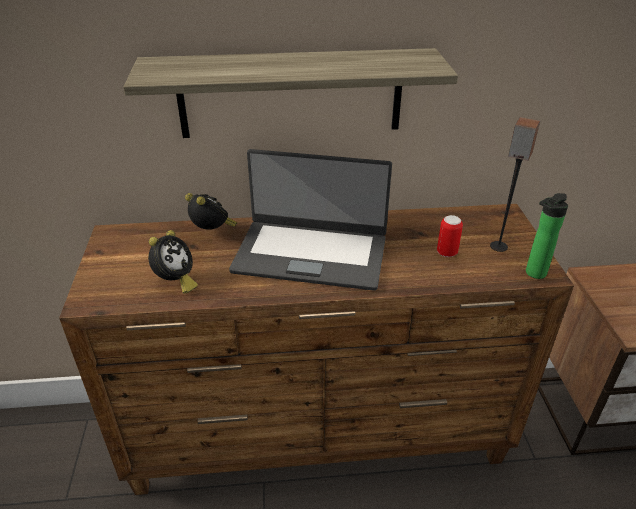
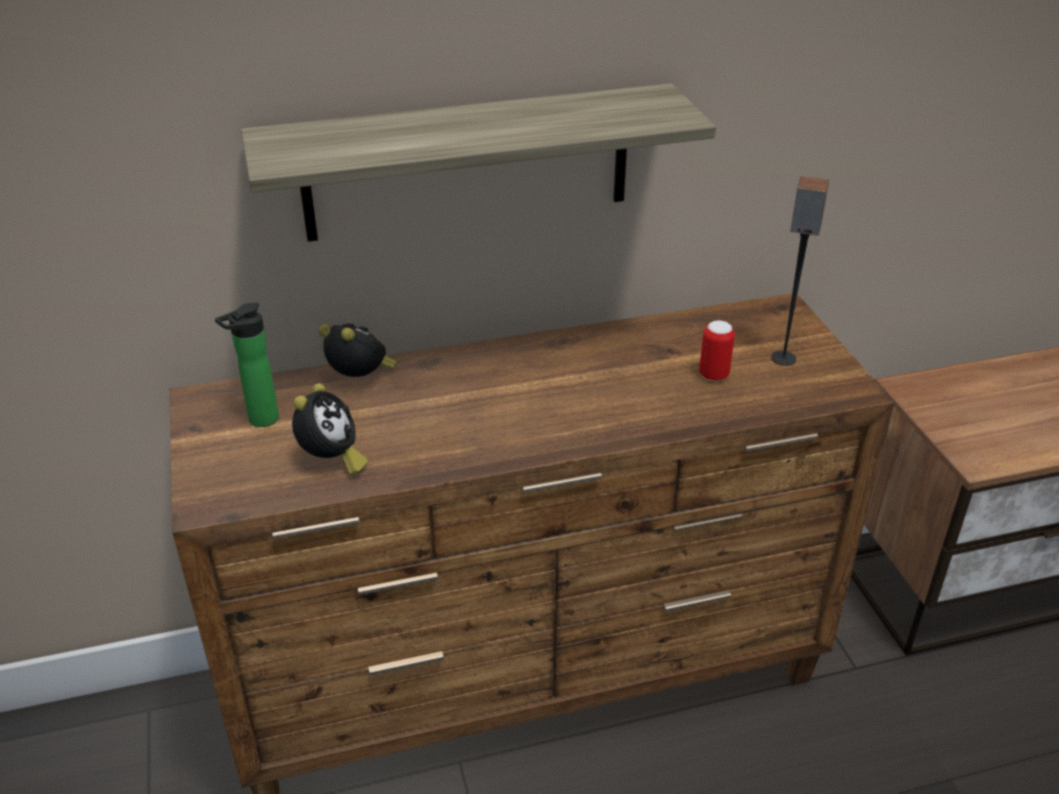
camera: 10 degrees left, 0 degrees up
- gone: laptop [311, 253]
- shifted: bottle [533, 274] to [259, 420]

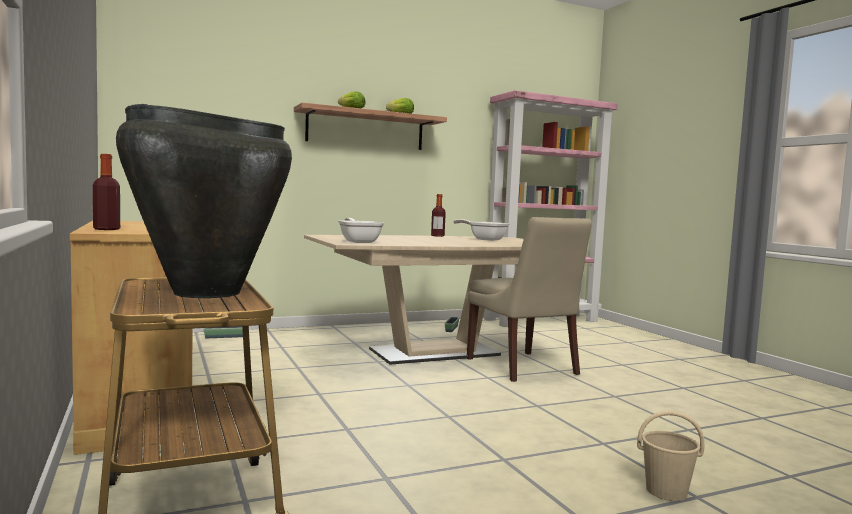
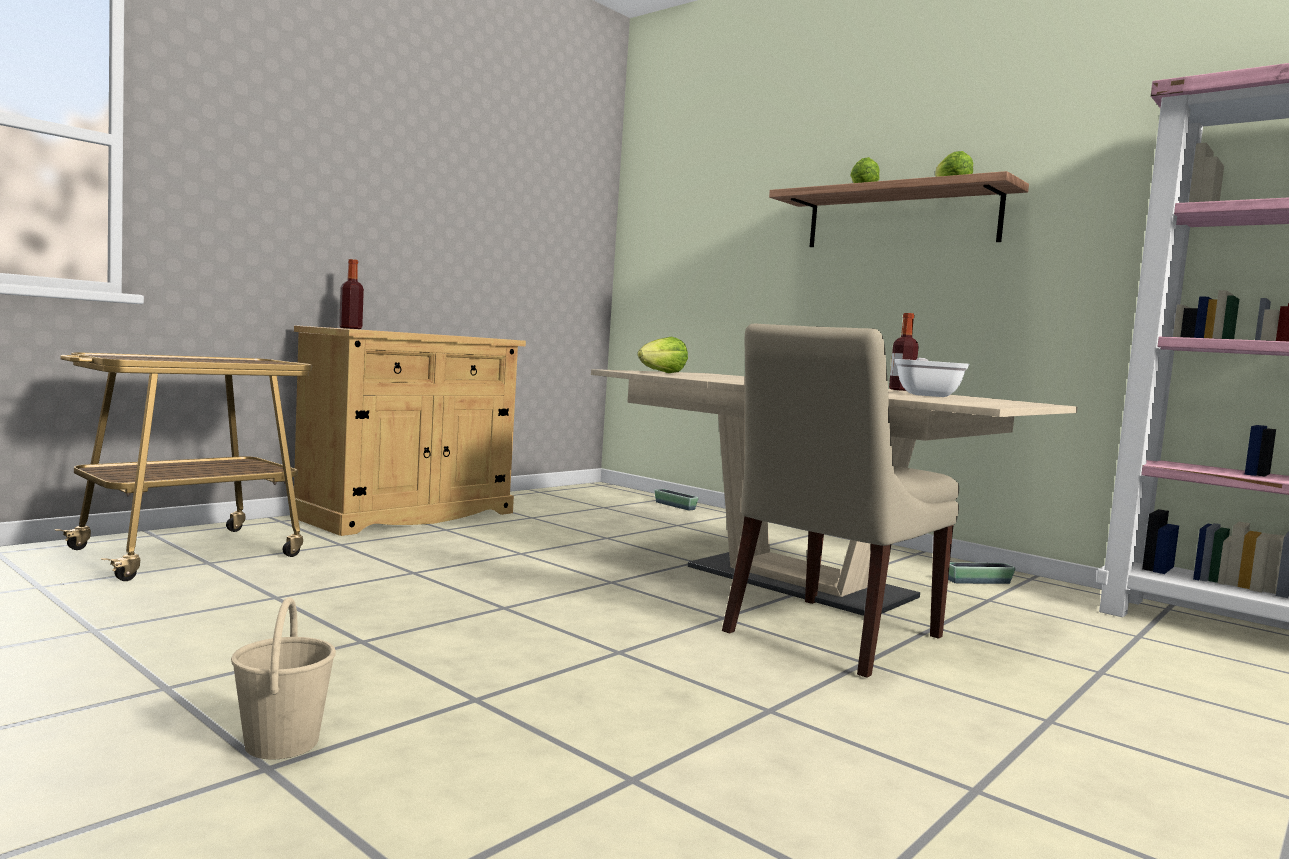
camera: 65 degrees right, 0 degrees up
- gone: vase (black) [207, 293]
- swapped: frying pan [359, 241] to lettuce [661, 373]

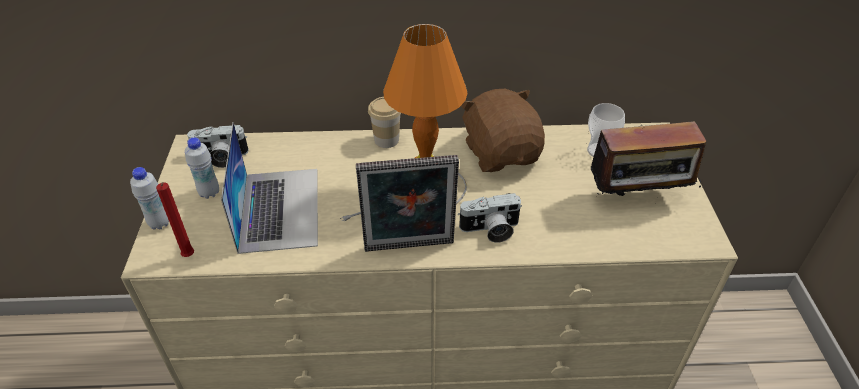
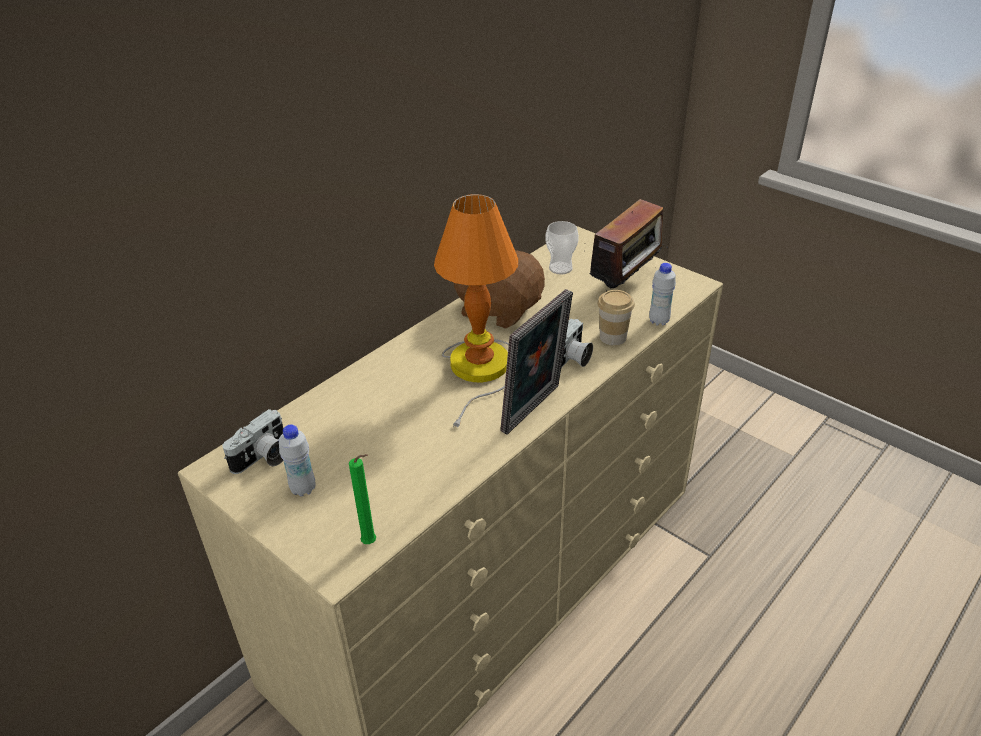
camera: 45 degrees left, 5 degrees down
- gone: laptop [279, 208]
- shifted: bottle (white) [159, 223] to [659, 321]
- shifted: cup [386, 140] to [613, 337]
- repainted: candle (red) [189, 257] to candle (green) [371, 543]

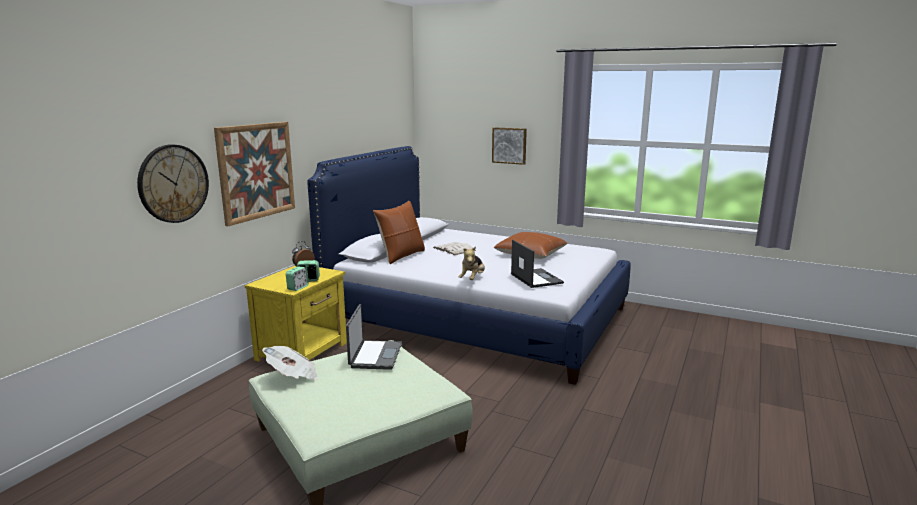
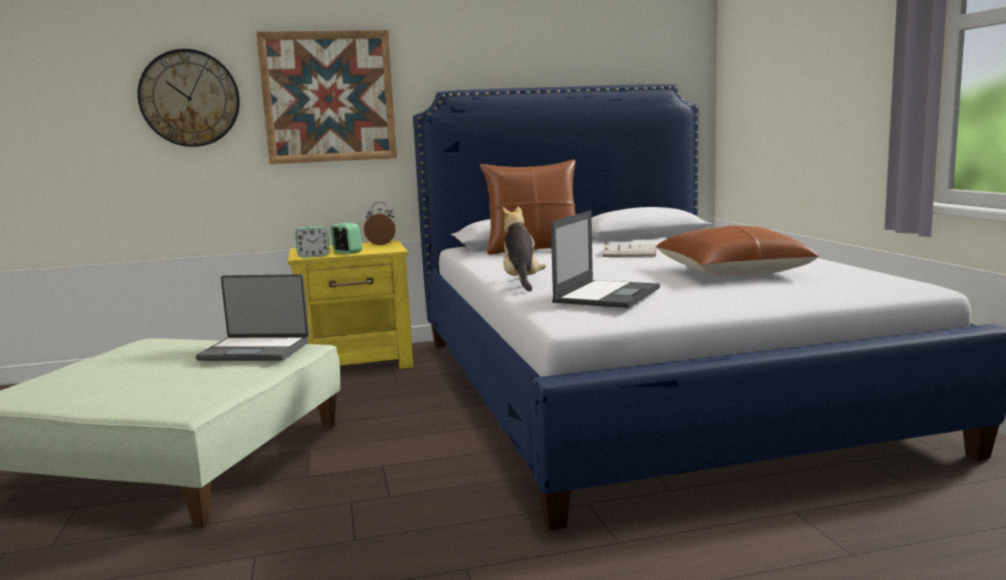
camera: 50 degrees right, 5 degrees down
- gone: newspaper [293, 376]
- gone: picture [509, 145]
- rotated: laptop [374, 356] = [255, 350] 45 degrees clockwise
- rotated: plush toy [472, 279] = [521, 281] 105 degrees clockwise

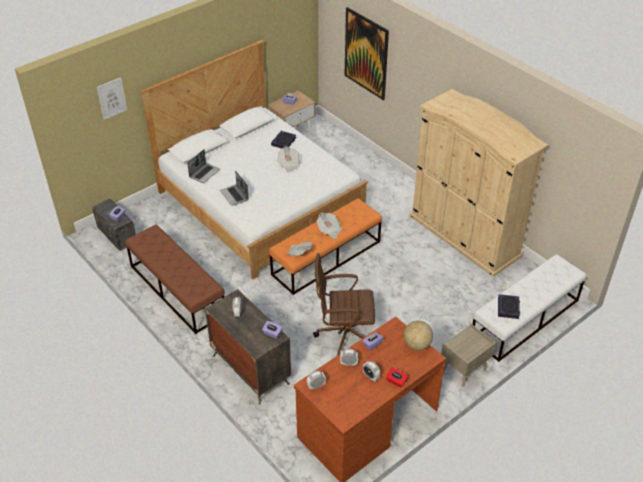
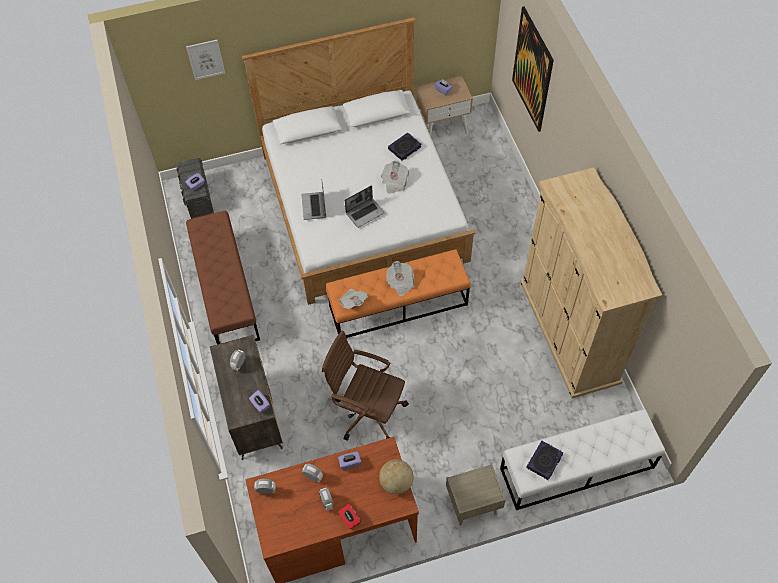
camera: 25 degrees right, 15 degrees up
- shifted: laptop [204, 173] to [365, 213]

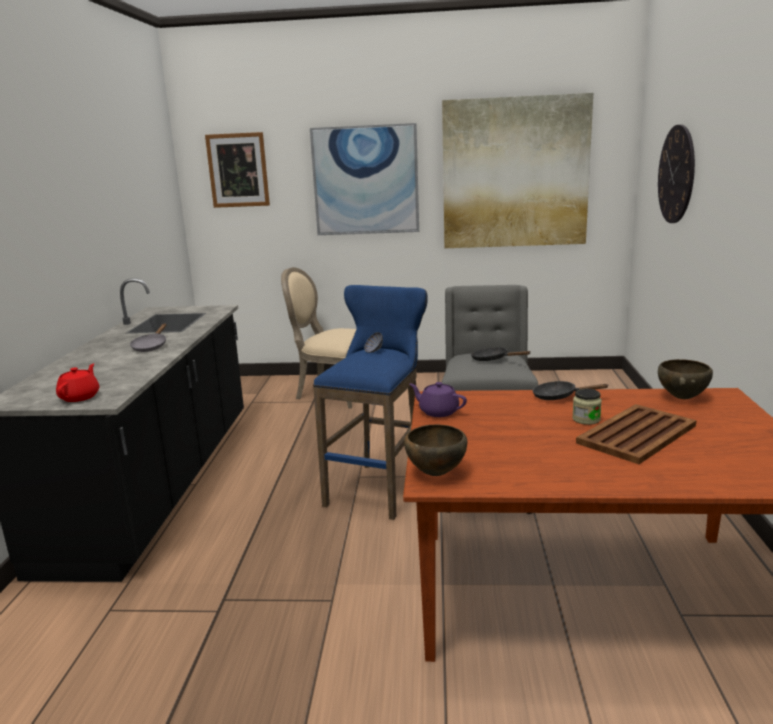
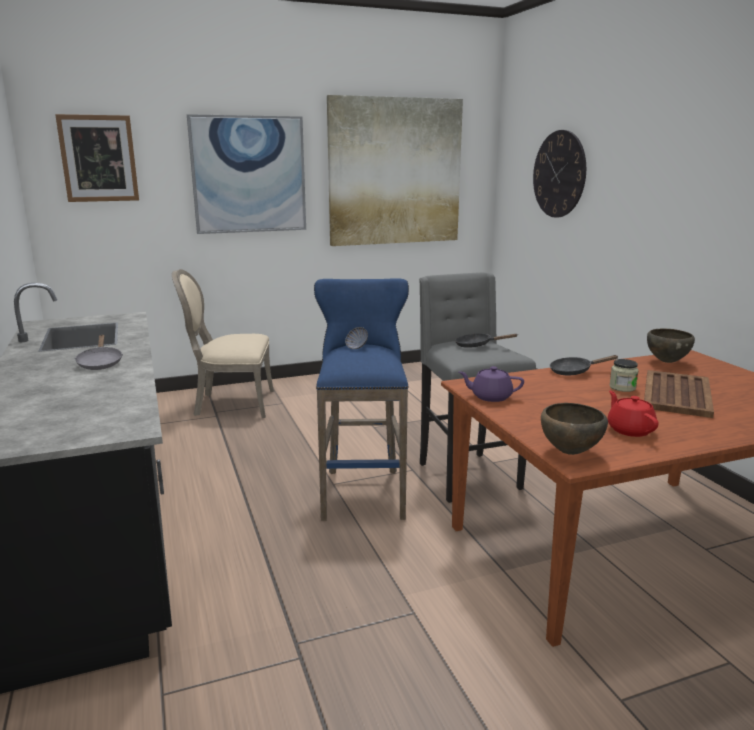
camera: 25 degrees left, 0 degrees up
- shifted: teapot (red) [80, 397] to [630, 430]

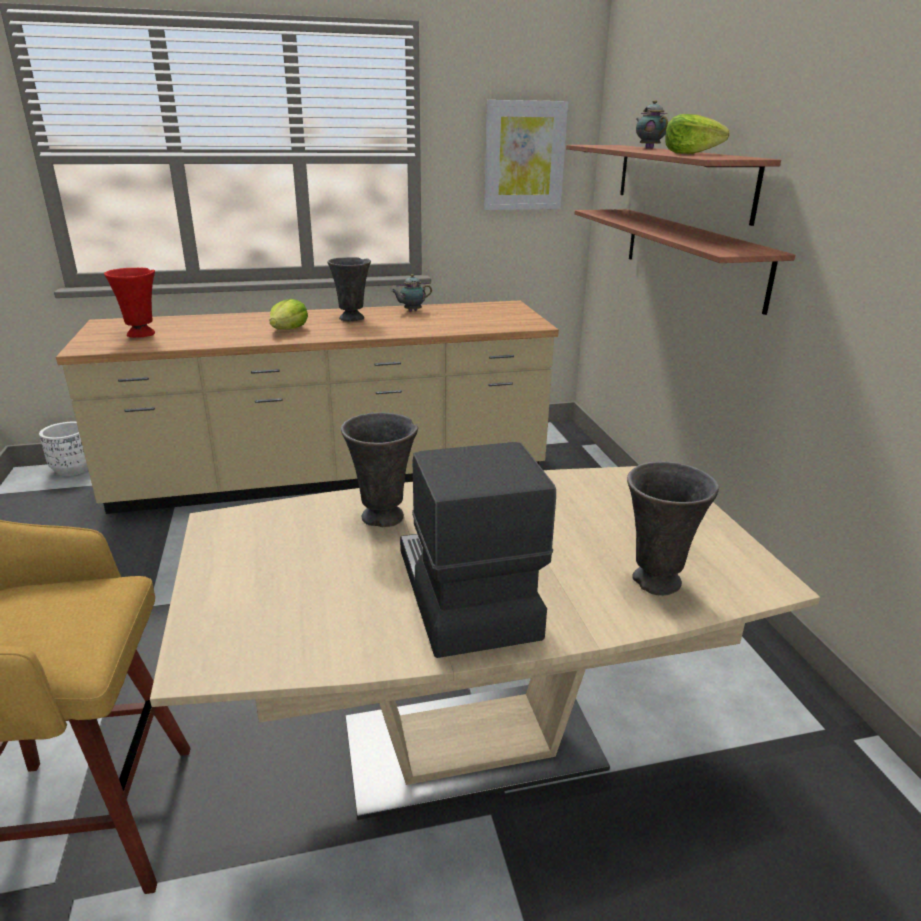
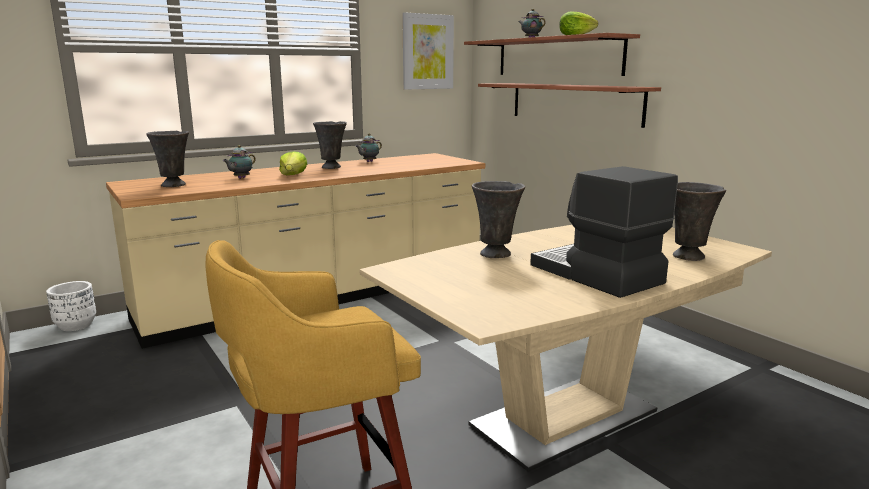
camera: 20 degrees left, 10 degrees down
- new: teapot [240, 178]
- repainted: vase (red) [142, 334] to vase (grey) [174, 185]

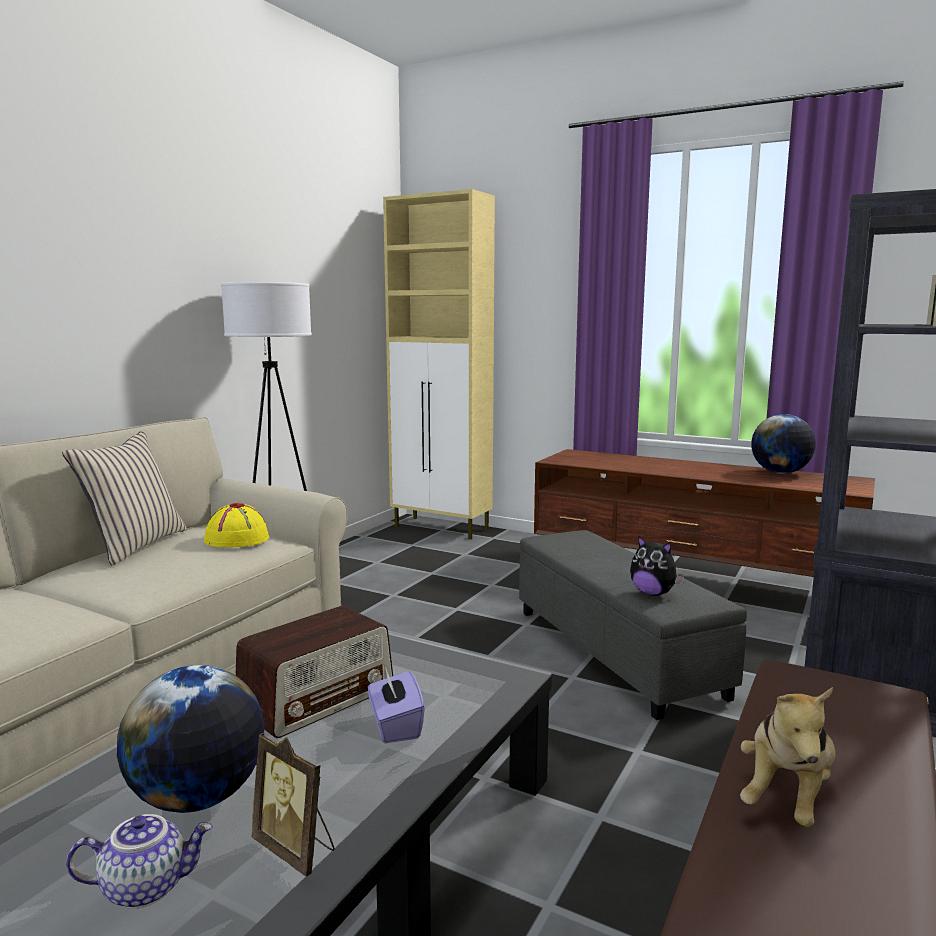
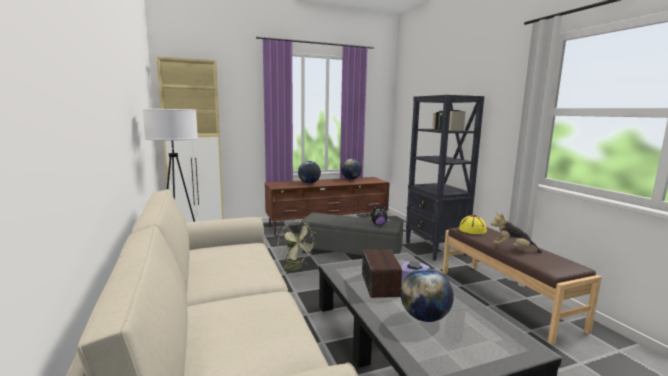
camera: 50 degrees left, 0 degrees up
- gone: pillow (beige) [134, 546]
- gone: teapot [146, 886]
- gone: picture frame [296, 849]
- new: fan (green) [296, 268]
- new: globe [309, 183]
- shifted: hat (yellow) [236, 539] to [472, 230]
- rotated: plush toy [787, 796] = [512, 249] 135 degrees clockwise

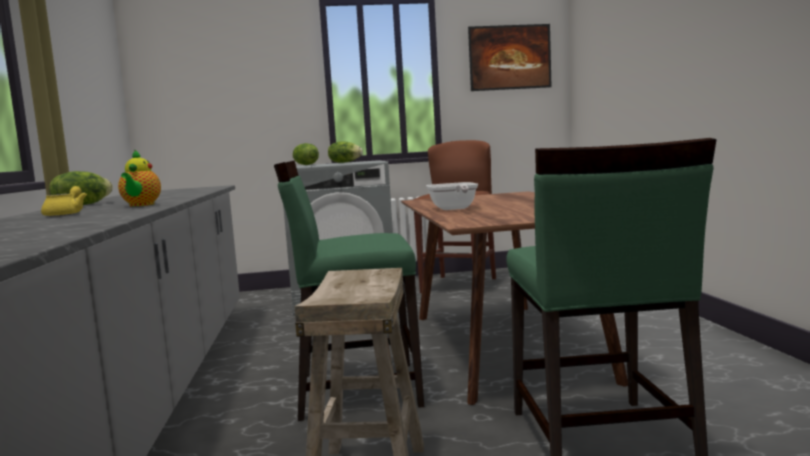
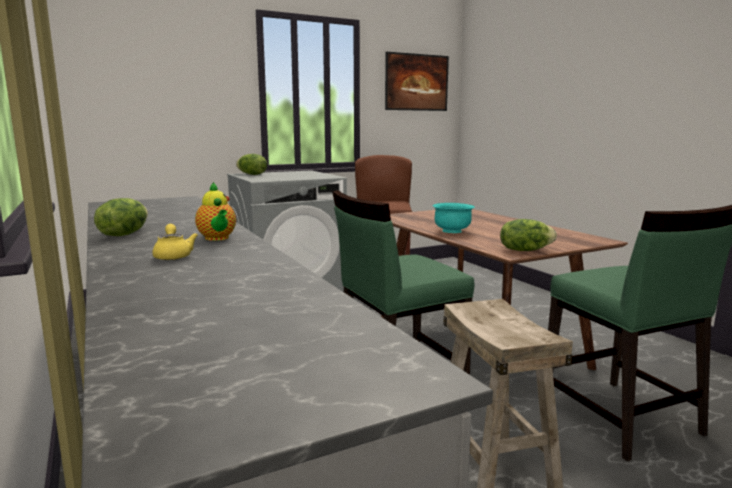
camera: 20 degrees left, 5 degrees up
- shifted: lettuce [345, 162] to [525, 250]
- swapped: frying pan [453, 209] to bowl (turquoise) [452, 231]

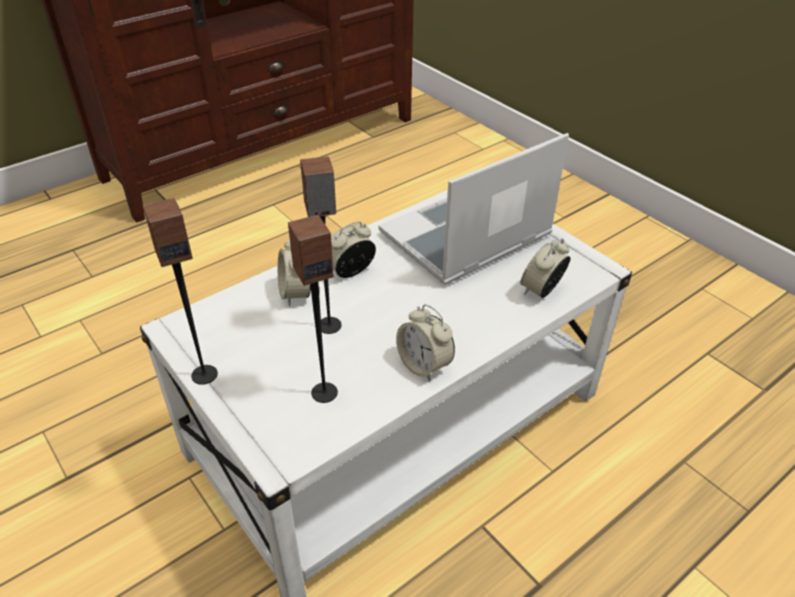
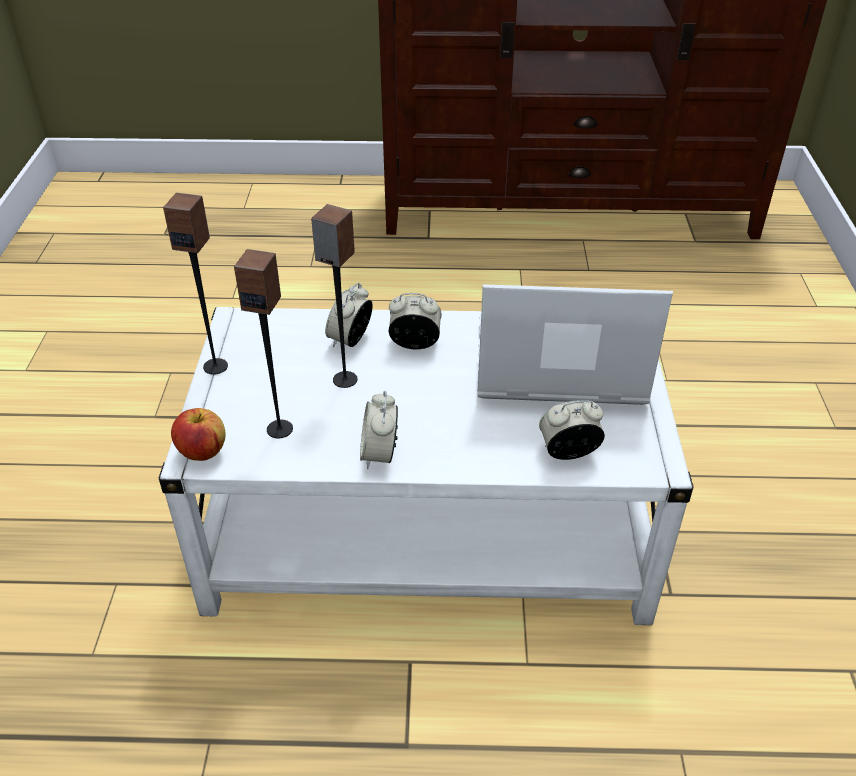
camera: 40 degrees right, 0 degrees up
- new: apple [202, 451]

